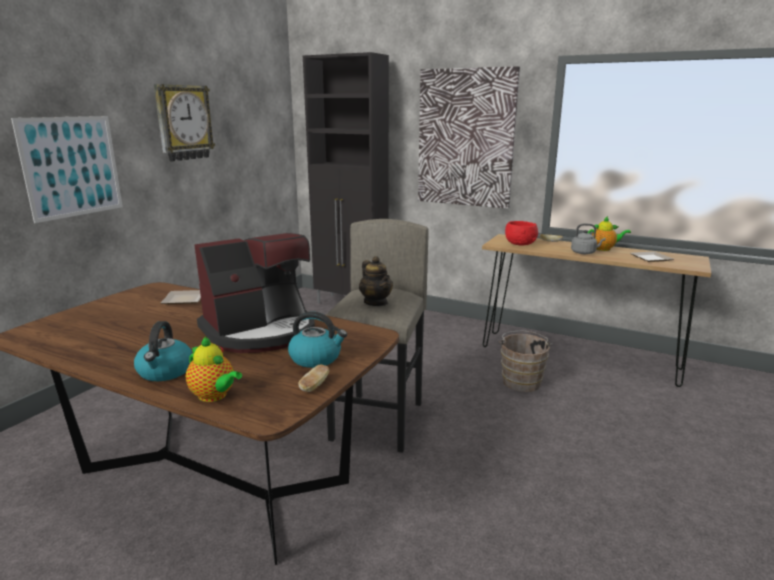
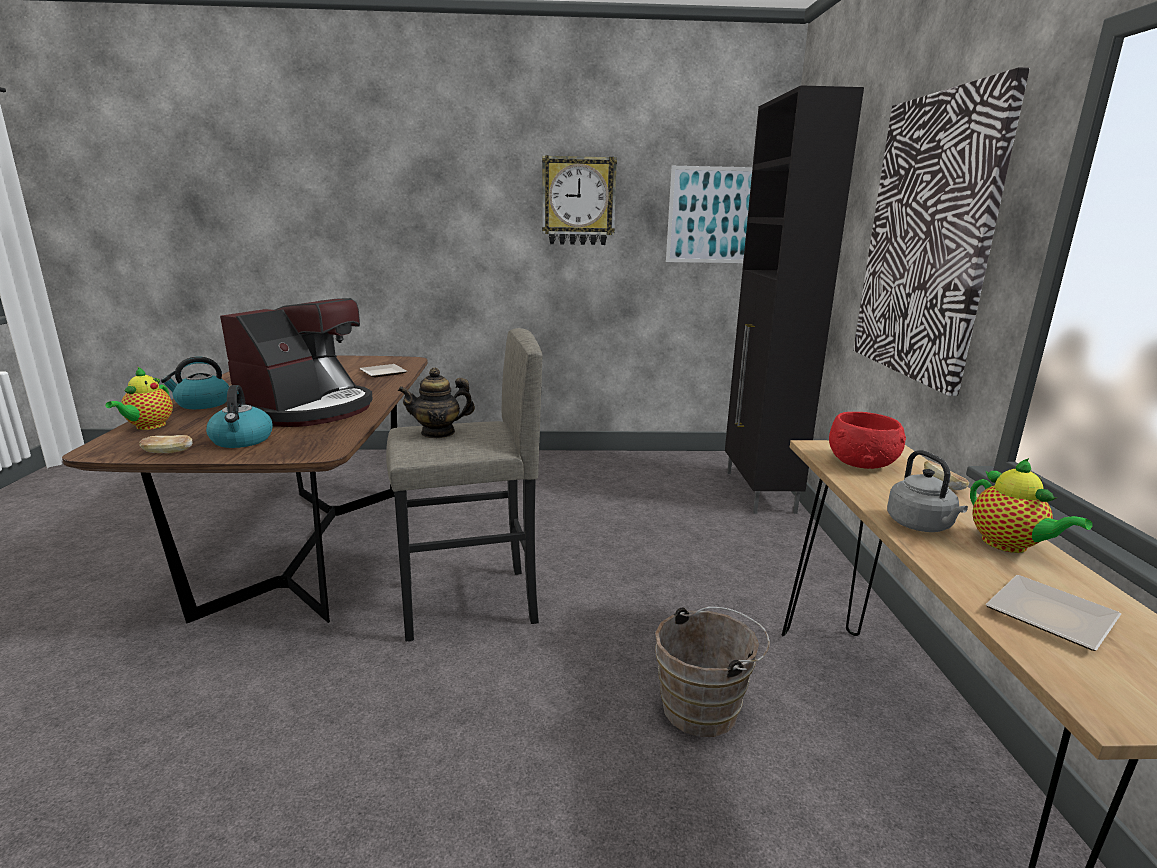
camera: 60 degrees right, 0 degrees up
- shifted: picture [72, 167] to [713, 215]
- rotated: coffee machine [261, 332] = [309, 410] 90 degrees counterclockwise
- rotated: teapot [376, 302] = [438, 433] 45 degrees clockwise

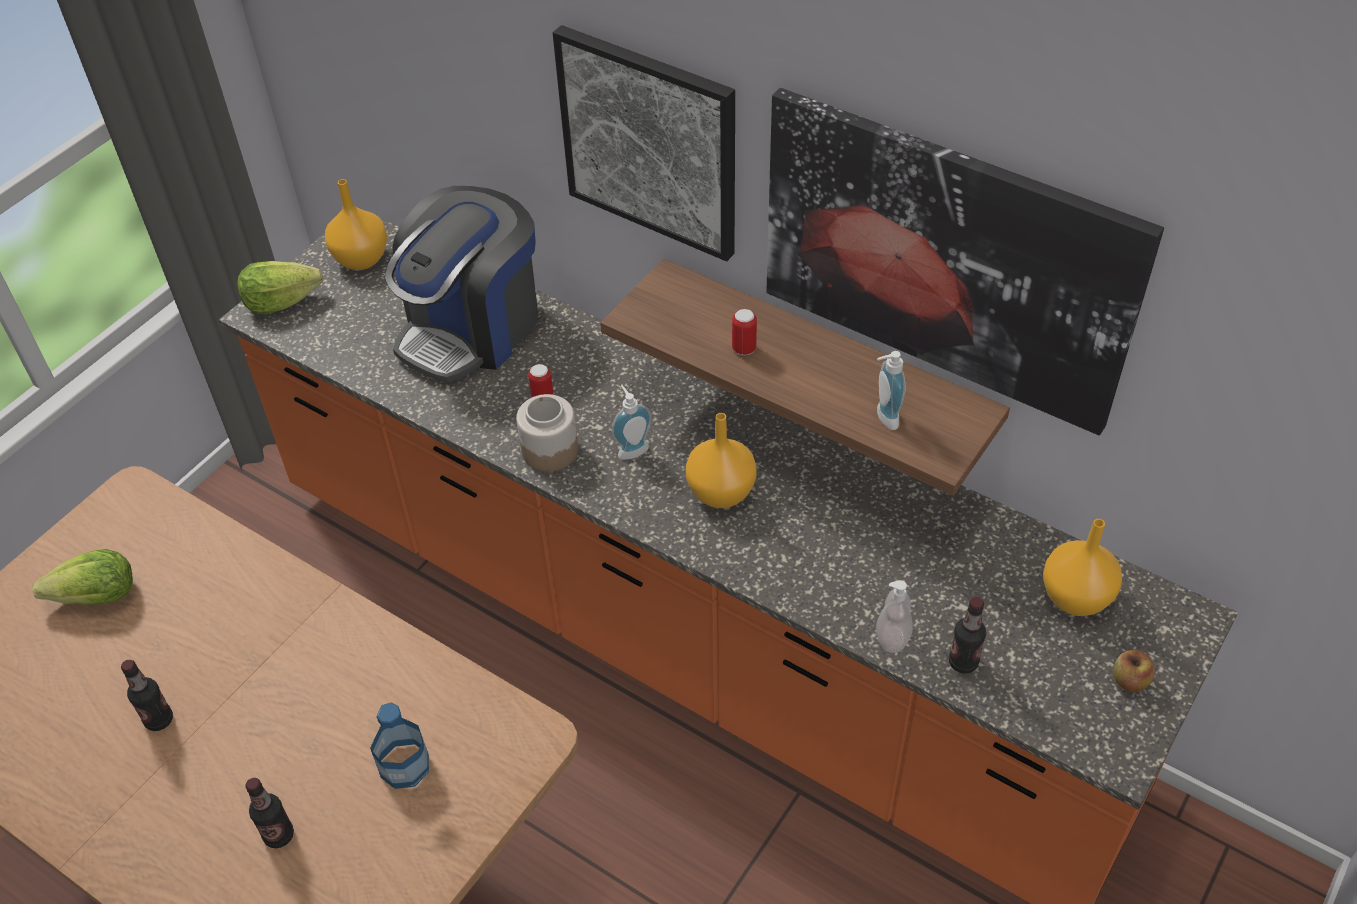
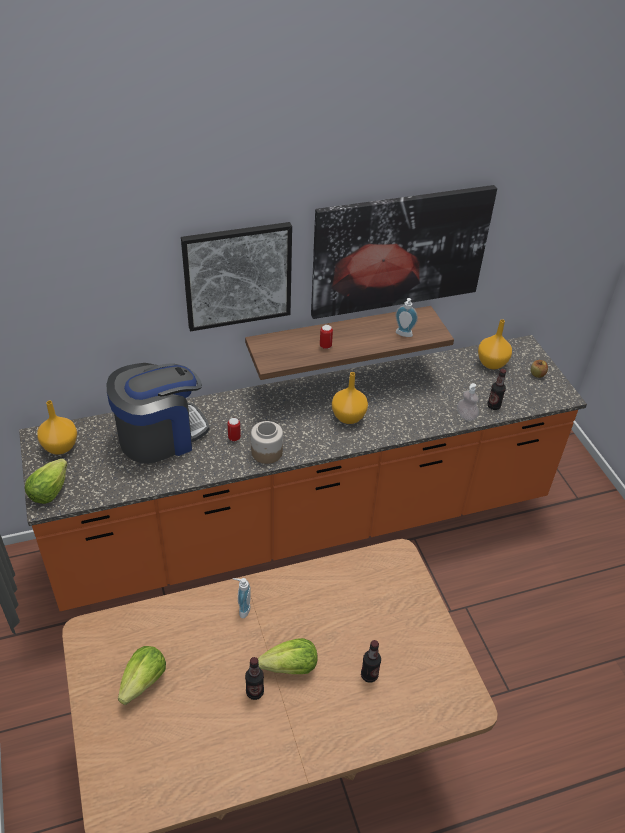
camera: 55 degrees left, 5 degrees down
- gone: bottle [405, 766]
- new: lettuce [290, 667]
- shifted: soap dispenser [631, 449] to [242, 609]
- rotated: coffee machine [472, 328] = [160, 435] 105 degrees counterclockwise

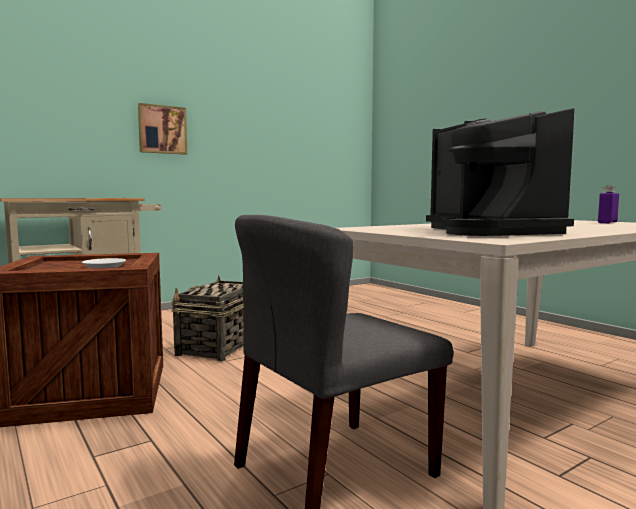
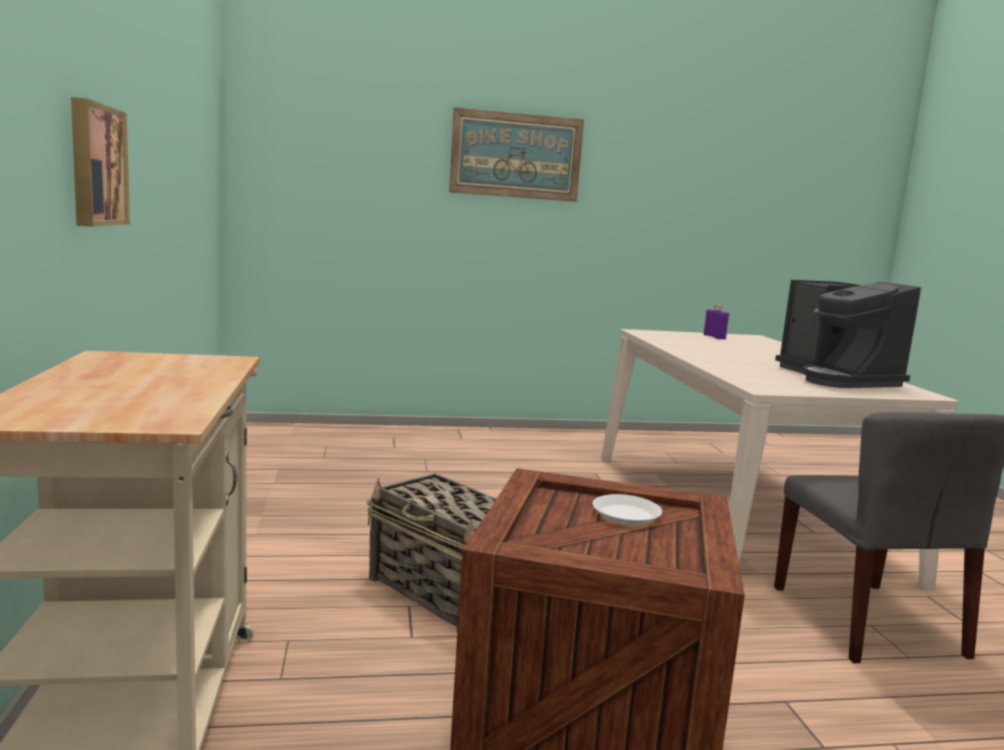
camera: 65 degrees left, 5 degrees up
- new: picture [516, 155]
- rotated: coffee machine [490, 232] = [837, 378] 60 degrees clockwise

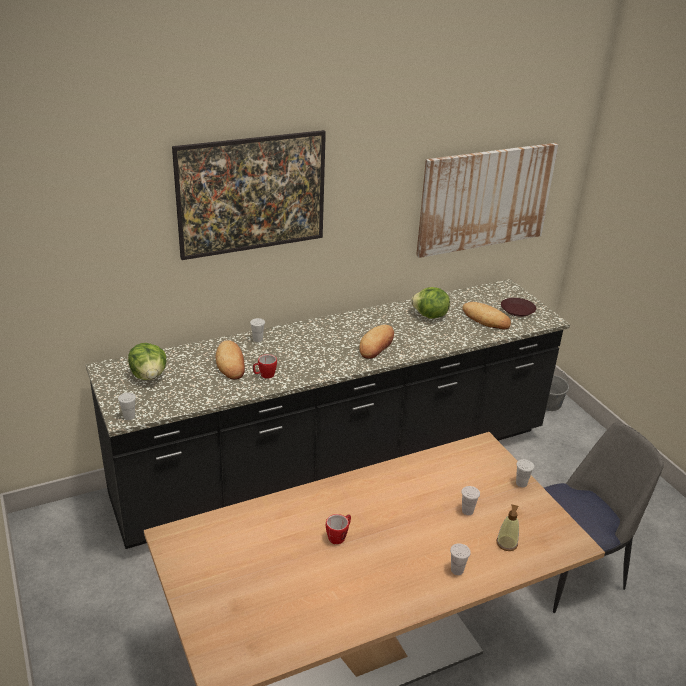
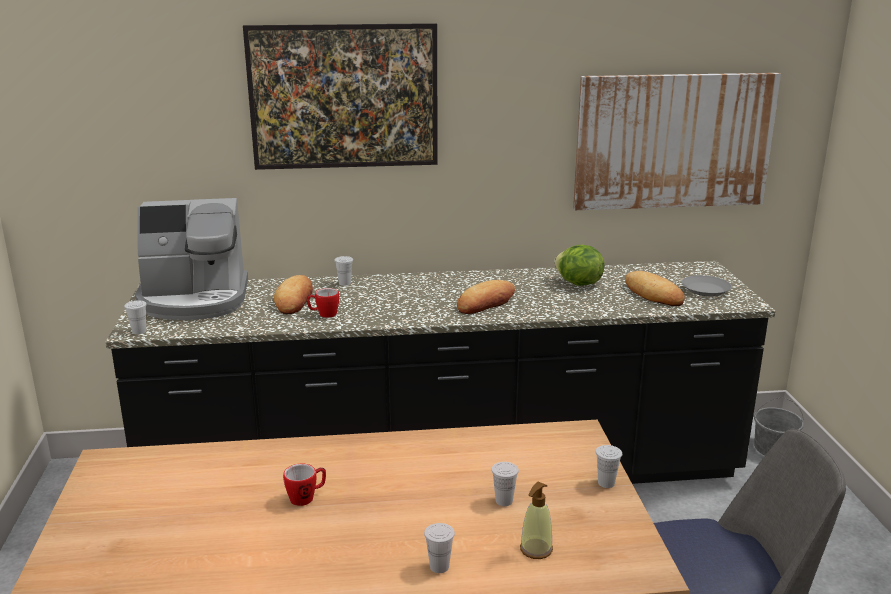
camera: 20 degrees right, 10 degrees down
- swapped: lettuce [149, 376] to coffee machine [195, 300]
- repainted: plate (brown) [517, 310] to plate (grey) [705, 290]

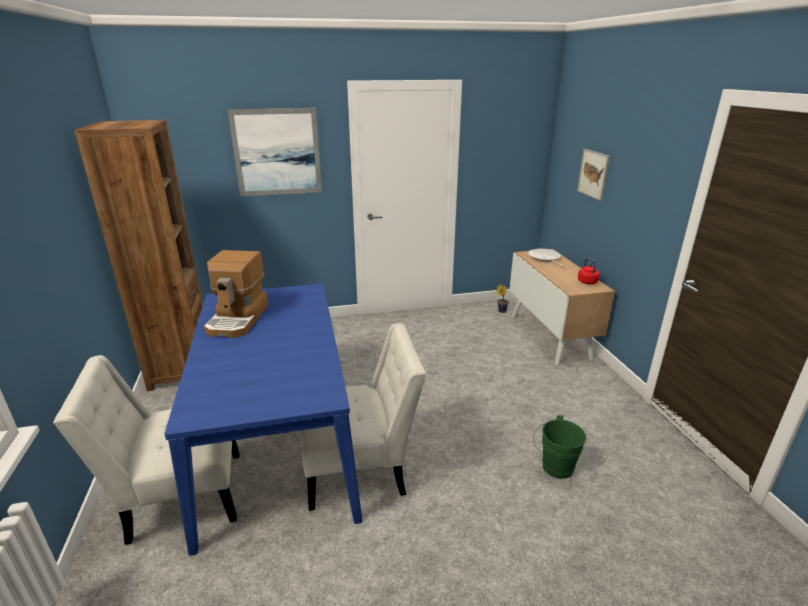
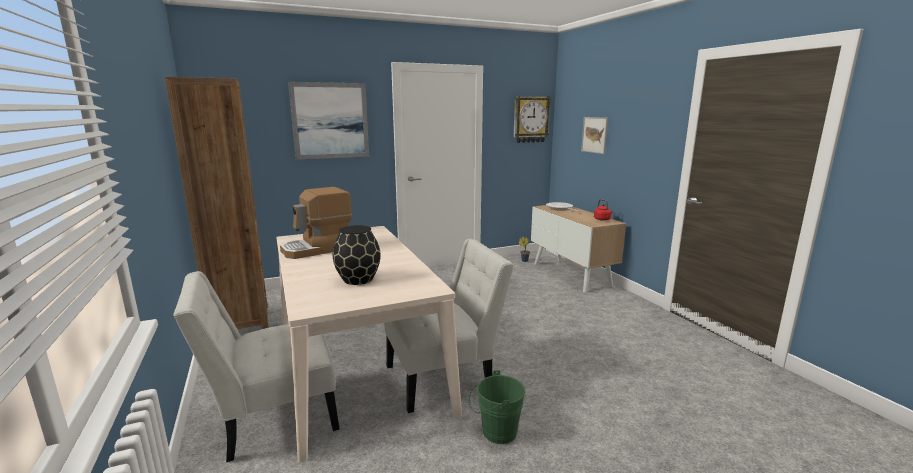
camera: 10 degrees left, 10 degrees down
- new: vase (black) [358, 279]
- new: wall clock [530, 119]
- shifted: bucket (green) [554, 467] to [495, 432]
- repainted: dining table (blue) [278, 438] to dining table (beige) [357, 363]
- rotated: coffee machine [238, 319] = [318, 249] 60 degrees clockwise

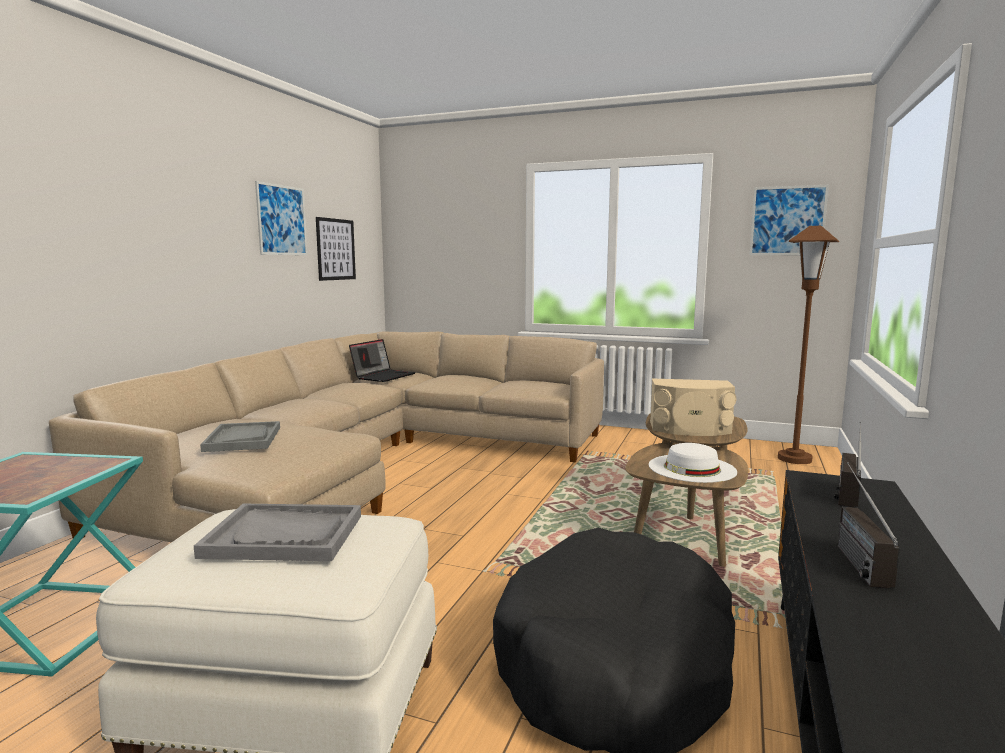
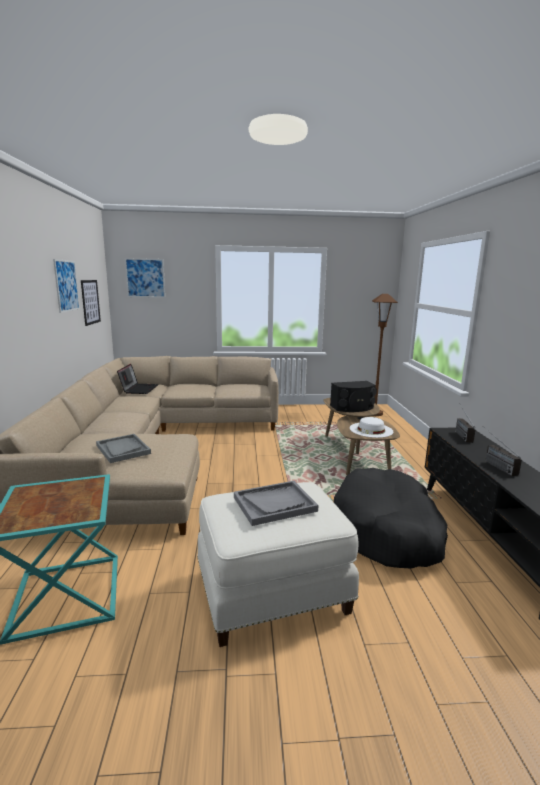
camera: 25 degrees left, 5 degrees up
- shifted: picture [787, 221] to [145, 278]
- repainted: speaker (beige) [690, 429] to speaker (black) [353, 407]

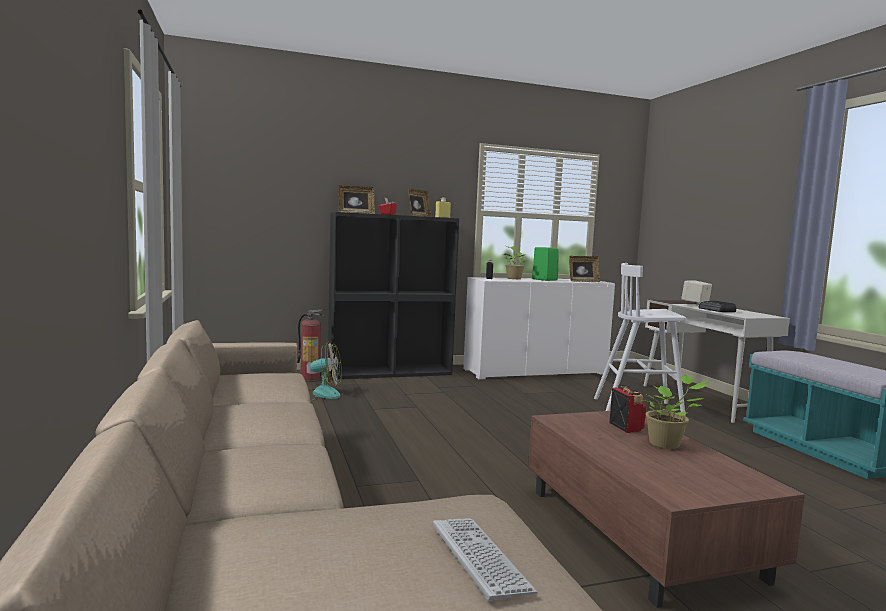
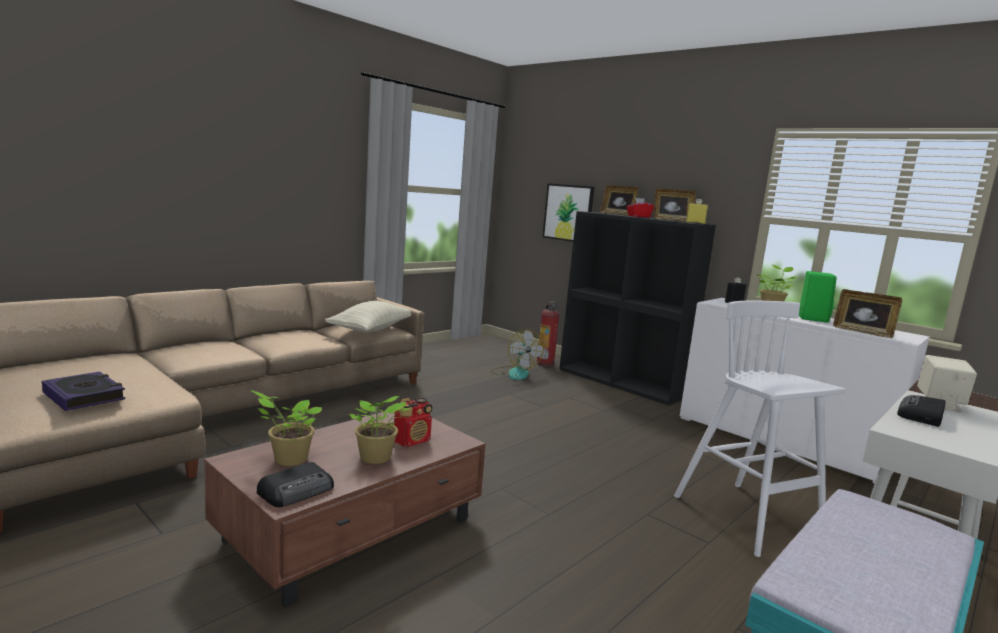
camera: 60 degrees right, 5 degrees up
- new: potted plant [288, 459]
- new: radio [297, 490]
- new: pillow (beige) [371, 329]
- new: picture [568, 213]
- swapped: keyboard [480, 557] to book [84, 396]

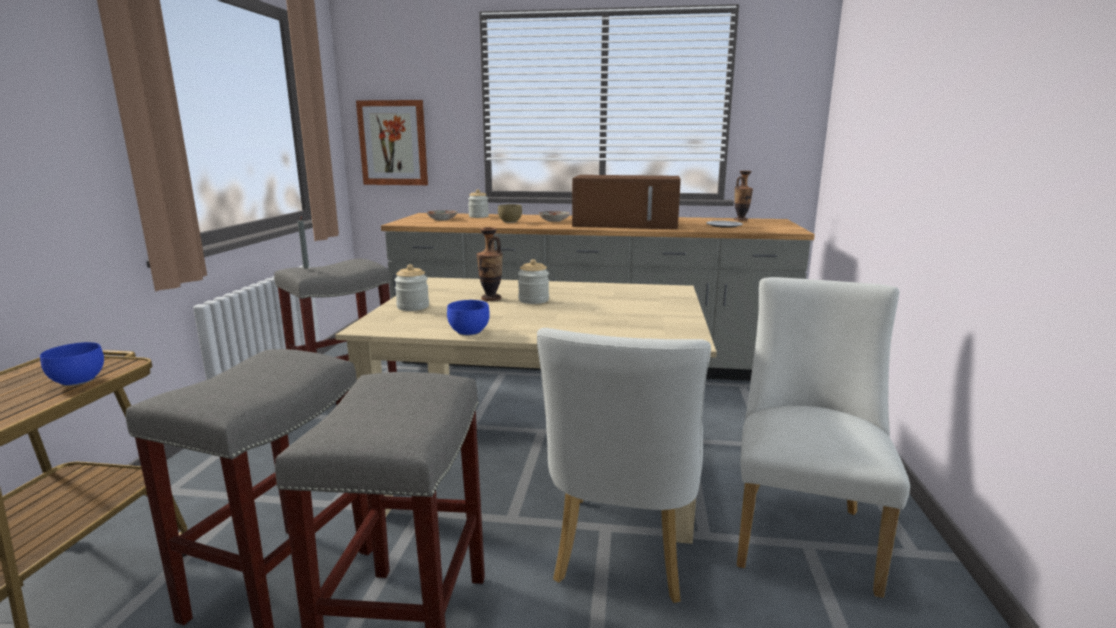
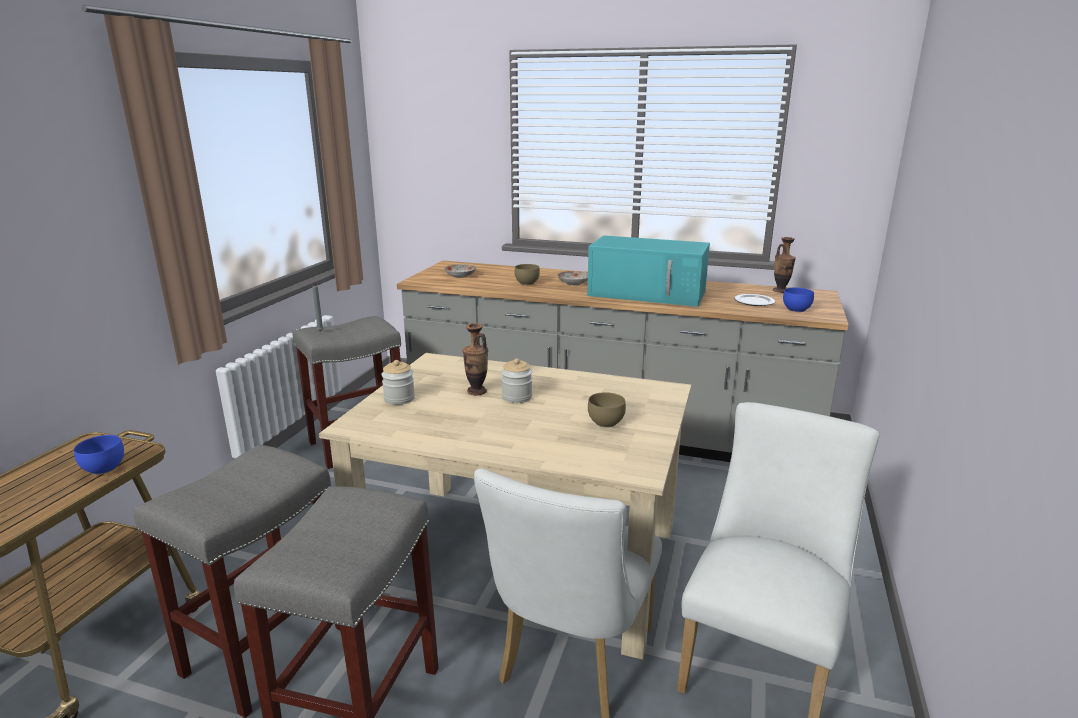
camera: 10 degrees right, 5 degrees up
- gone: picture [393, 143]
- gone: jar [478, 216]
- new: bowl (brown) [604, 423]
- shifted: bowl (blue) [469, 332] to [797, 310]
- repainted: microwave (brown) [627, 224] to microwave (turquoise) [648, 293]

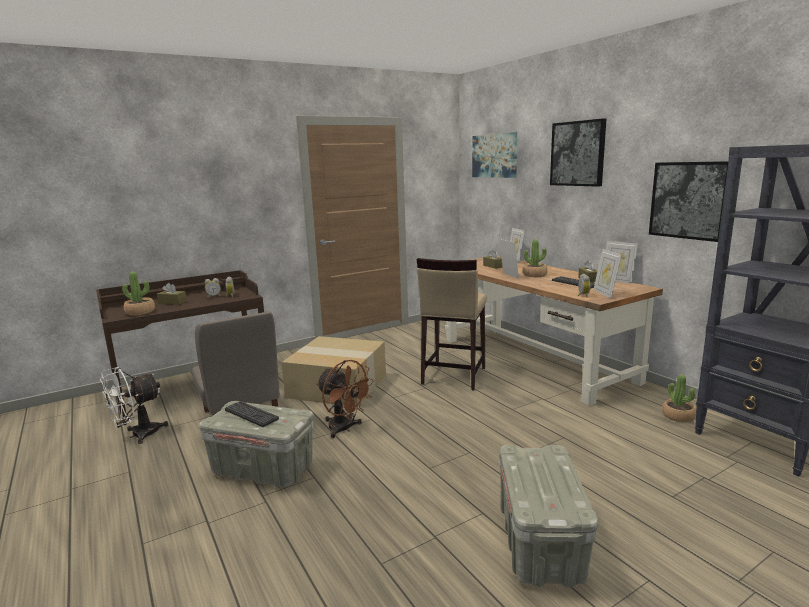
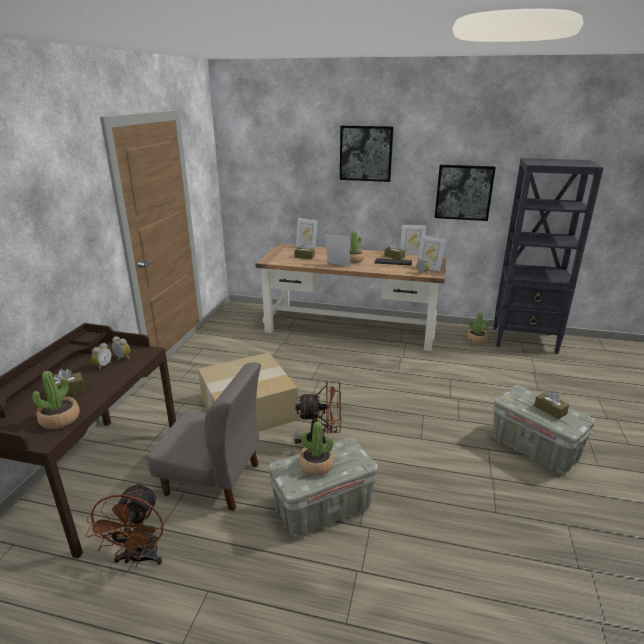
camera: 45 degrees left, 10 degrees up
- gone: stool (beige) [453, 376]
- gone: picture [494, 156]
- new: tissue box (brown) [550, 410]
- swapped: keyboard [251, 414] to potted plant [316, 465]
- repainted: fan (white) [138, 435] to fan (brown) [139, 558]

